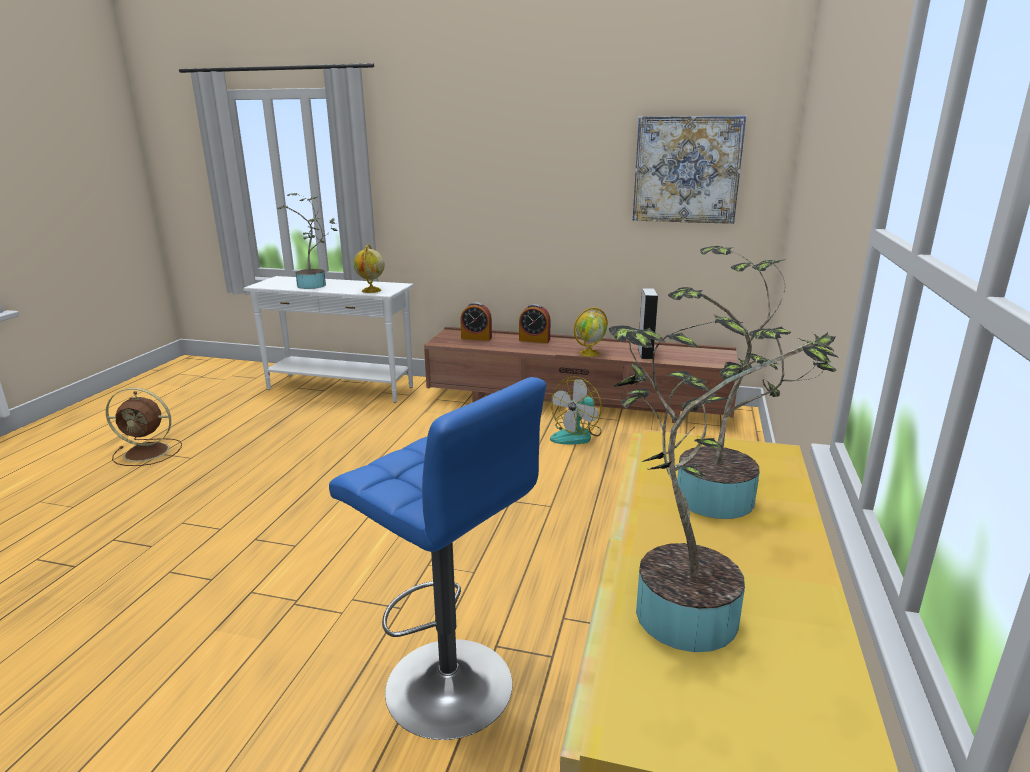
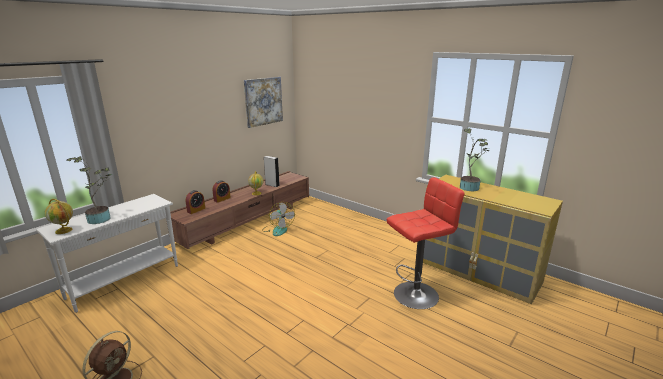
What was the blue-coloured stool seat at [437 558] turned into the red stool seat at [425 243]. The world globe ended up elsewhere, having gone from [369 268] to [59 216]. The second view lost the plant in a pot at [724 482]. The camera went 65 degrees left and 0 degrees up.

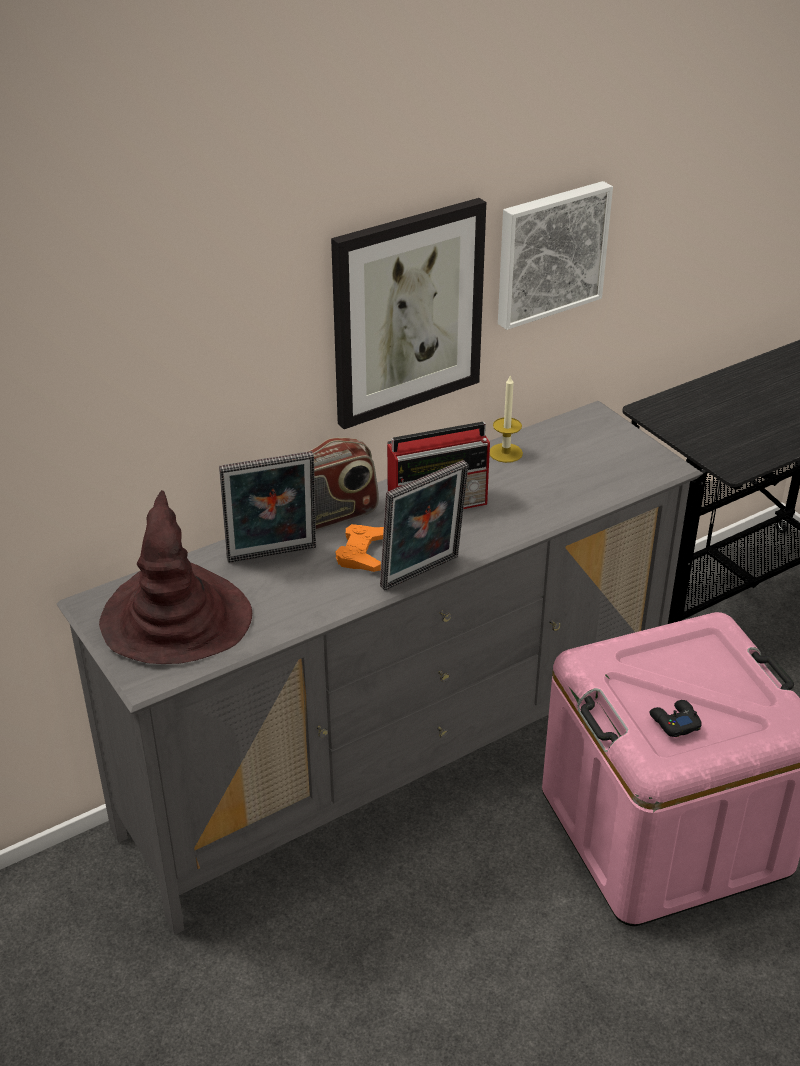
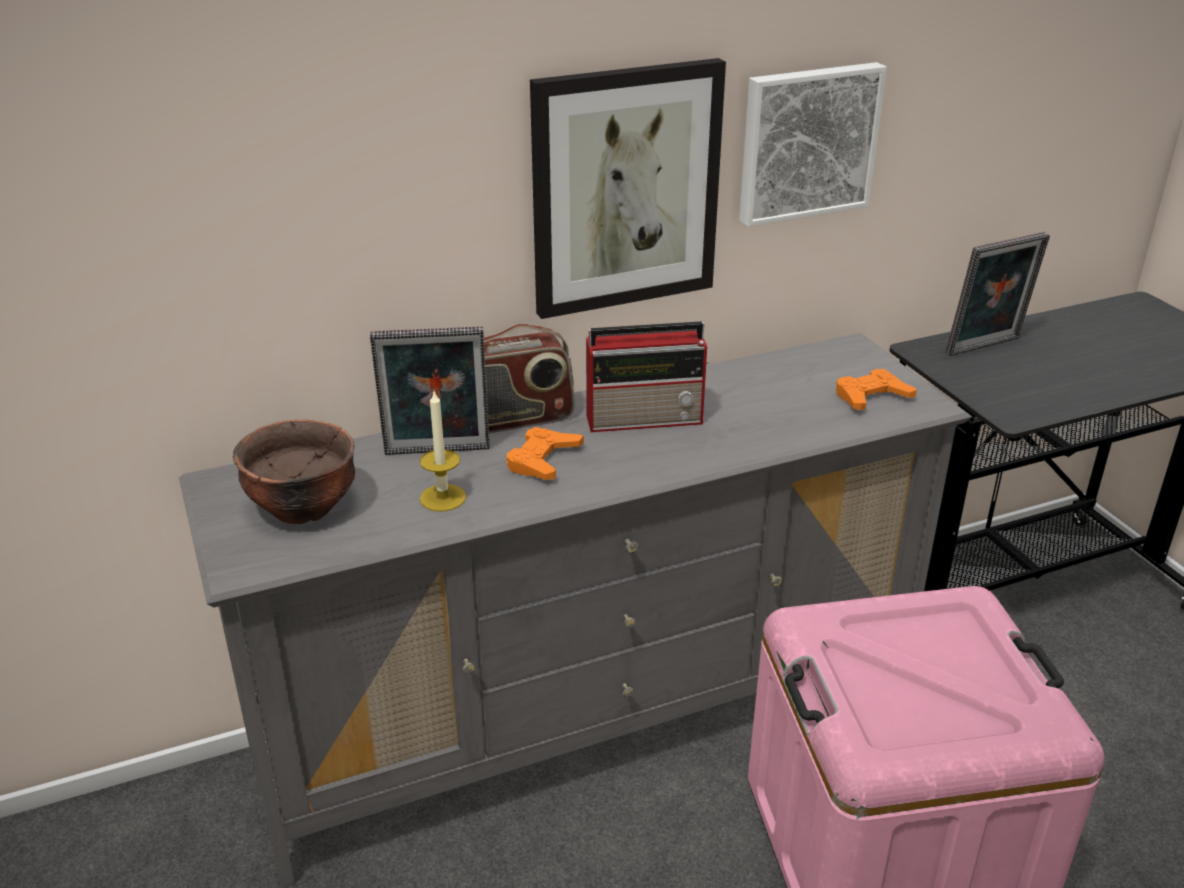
Where the brown clothing hat stood at [175 577], the brown serving bowl came to stand at [294 472]. The standing frame ended up elsewhere, having gone from [424 525] to [998 294]. The wax light ended up elsewhere, having gone from [506 418] to [443 451]. The second view lost the blackish game controller at [675 718]. The second view gained the orange-coloured game controller at [876 390]. The camera went 10 degrees right and 5 degrees down.

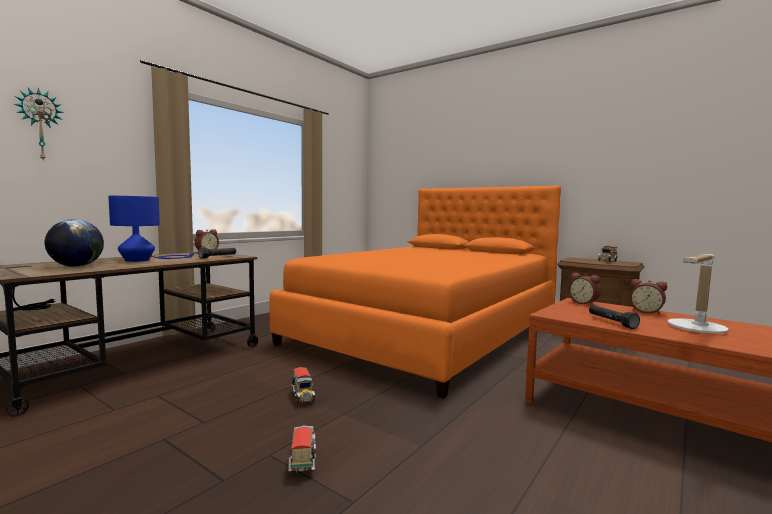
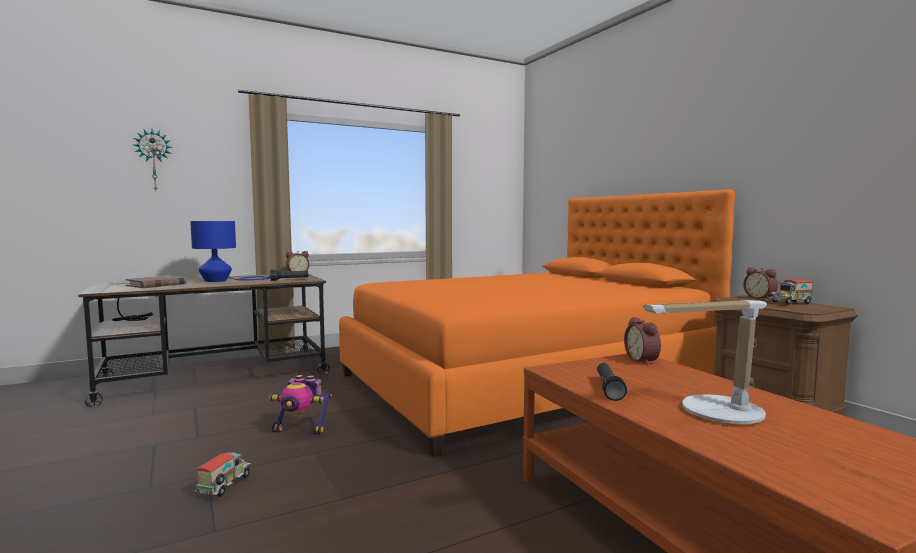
Where the world globe stood at [74 243], the brown book came to stand at [156 281]. Where the toy truck stood at [303 385], the robot figure came to stand at [300 405]. The alarm clock ended up elsewhere, having gone from [648 296] to [760 283]. The camera went 25 degrees right and 0 degrees up.

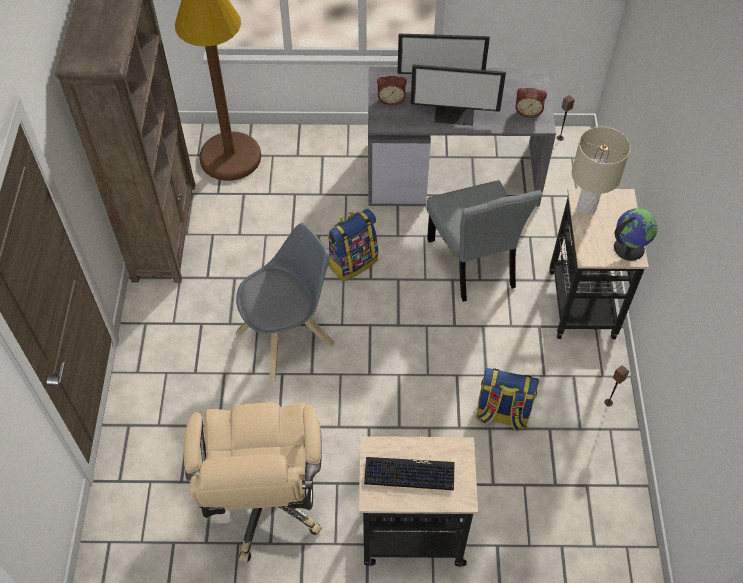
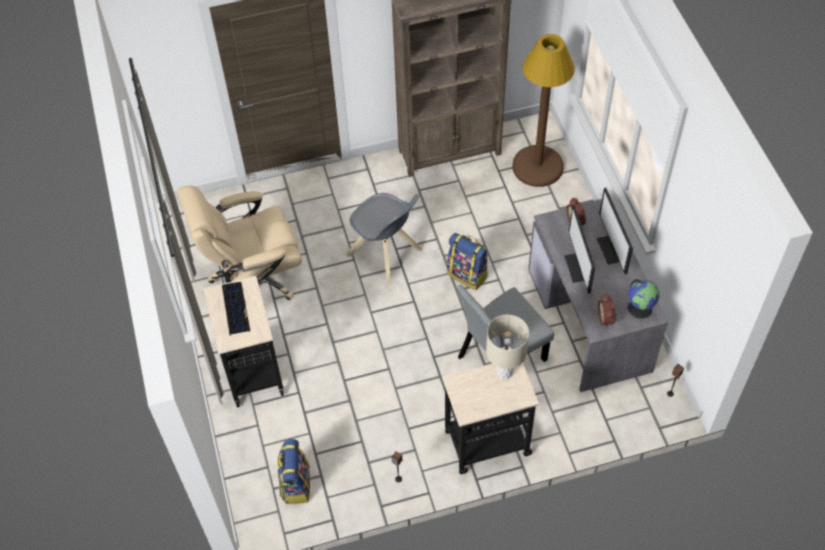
The backpack ended up elsewhere, having gone from [507 400] to [294 471]. The world globe ended up elsewhere, having gone from [636 234] to [644 299]. The camera went 75 degrees right and 0 degrees up.

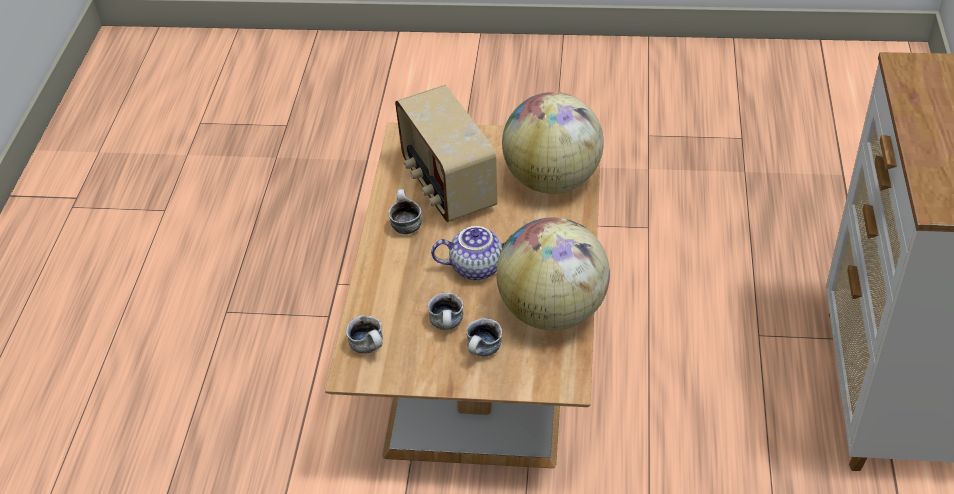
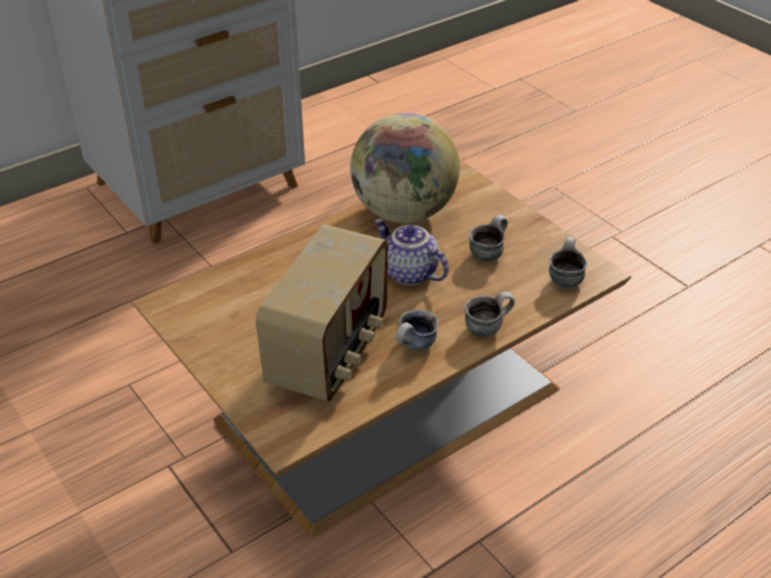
The tea mug ended up elsewhere, having gone from [484 337] to [489 314]. The second view lost the world globe at [553 143]. The camera went 135 degrees left and 5 degrees down.

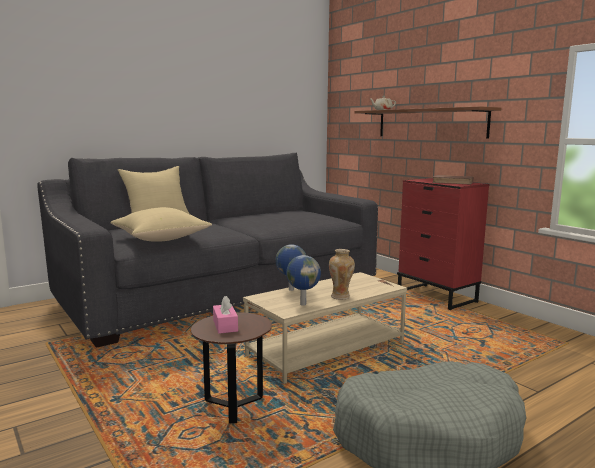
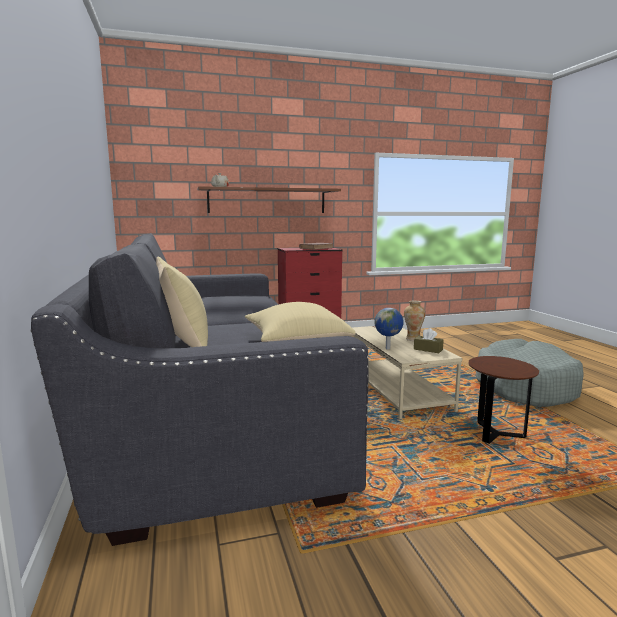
The second view lost the pink-coloured box of tissues at [225 315]. Where the world globe stood at [303 280], the brown box of tissues came to stand at [429 340]. The camera went 70 degrees left and 0 degrees up.

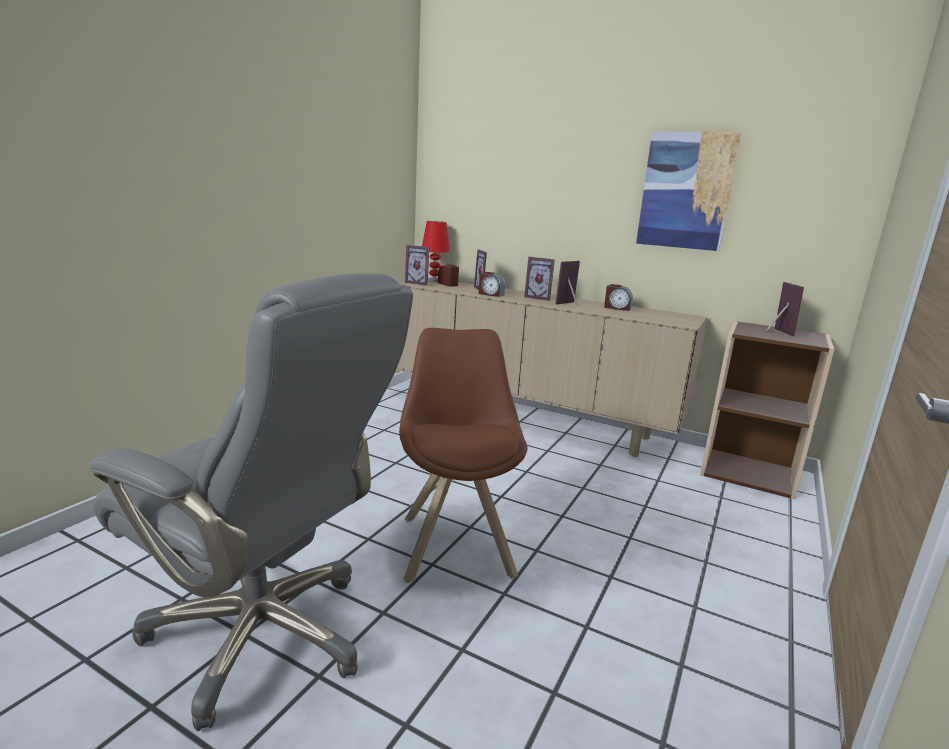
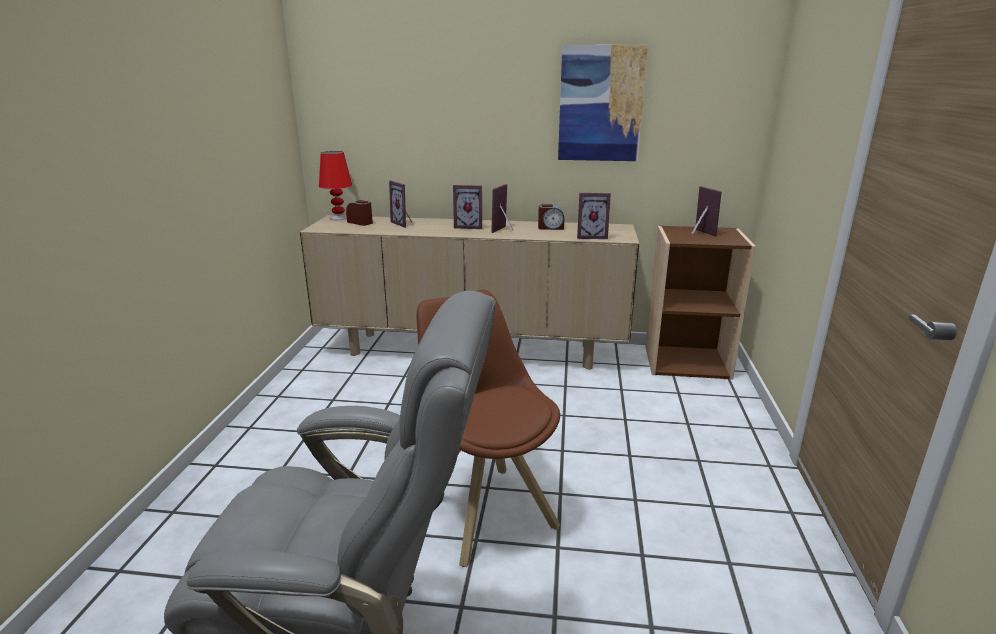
The standing frame ended up elsewhere, having gone from [417 265] to [594 216]. The second view lost the alarm clock at [492 284]. The camera went 20 degrees left and 5 degrees up.

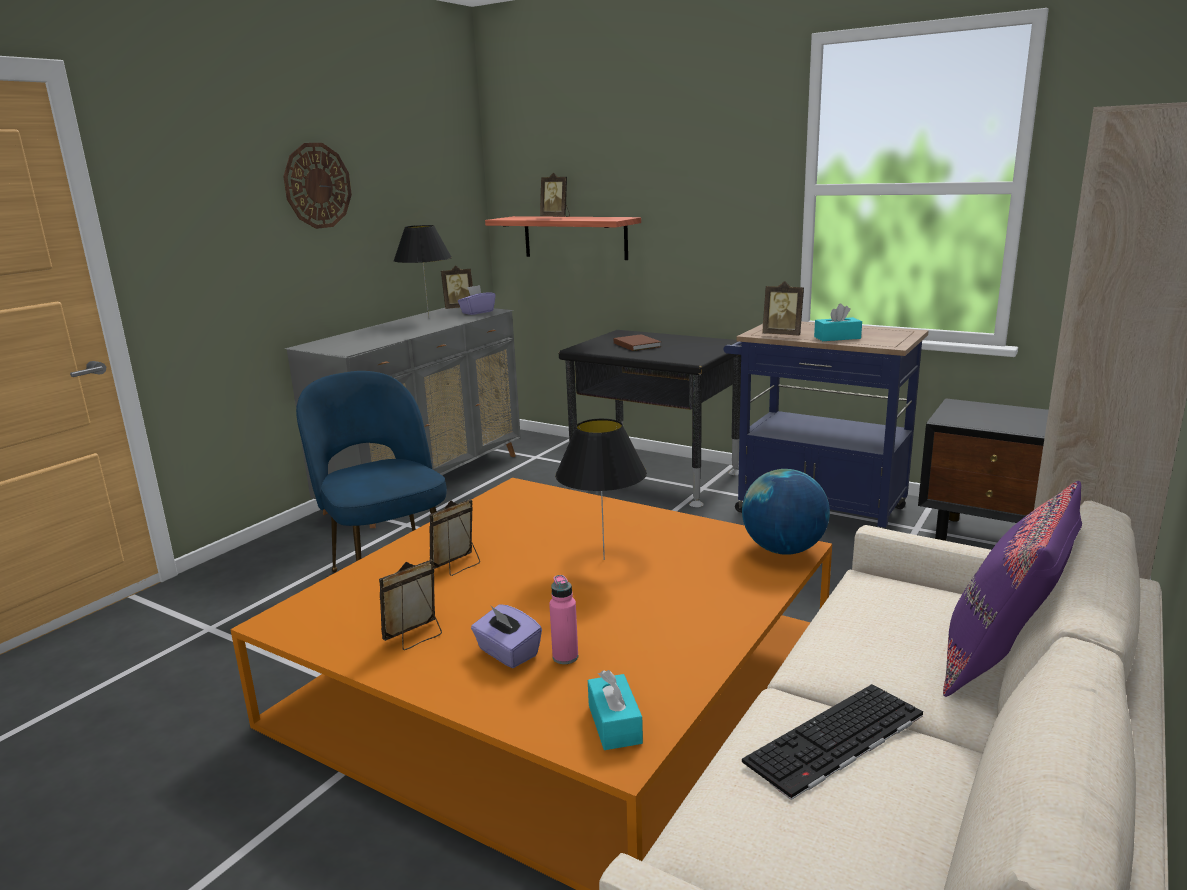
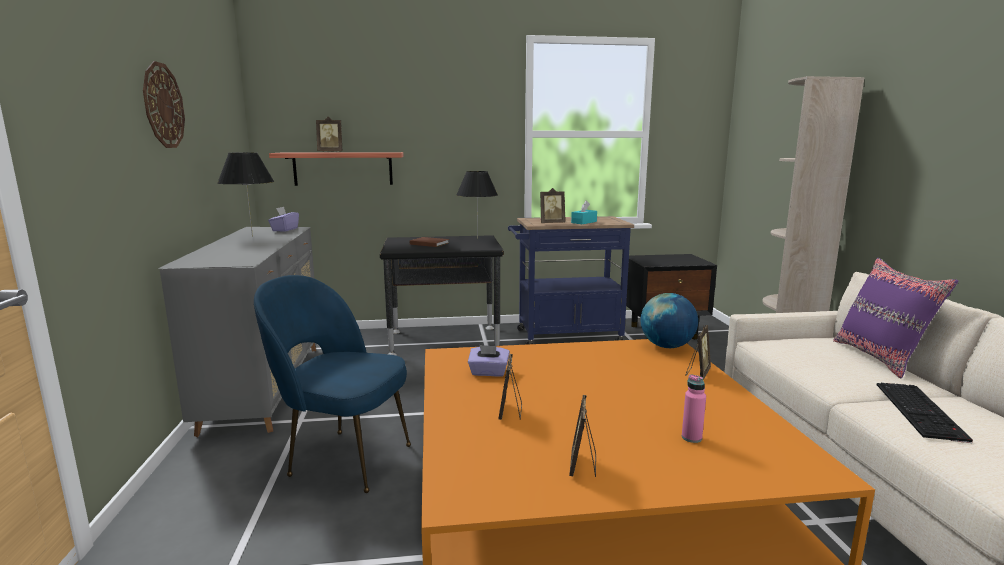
The standing frame ended up elsewhere, having gone from [457 287] to [698 352]. The purple box of tissues ended up elsewhere, having gone from [506 636] to [489 361]. The blackish table lamp ended up elsewhere, having gone from [601 489] to [477 205]. The second view lost the turquoise-coloured box of tissues at [615 710]. The camera went 40 degrees left and 5 degrees down.

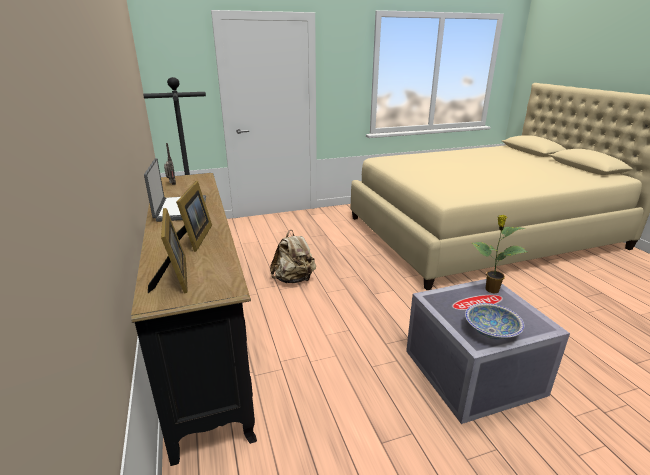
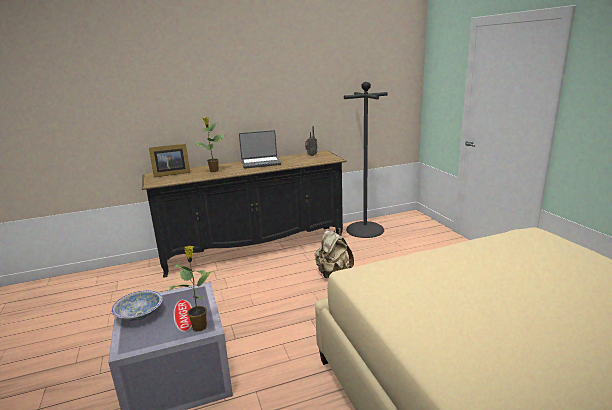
Where the standing frame stood at [194 216], the plant in a pot came to stand at [209 144]. The camera went 90 degrees right and 5 degrees down.

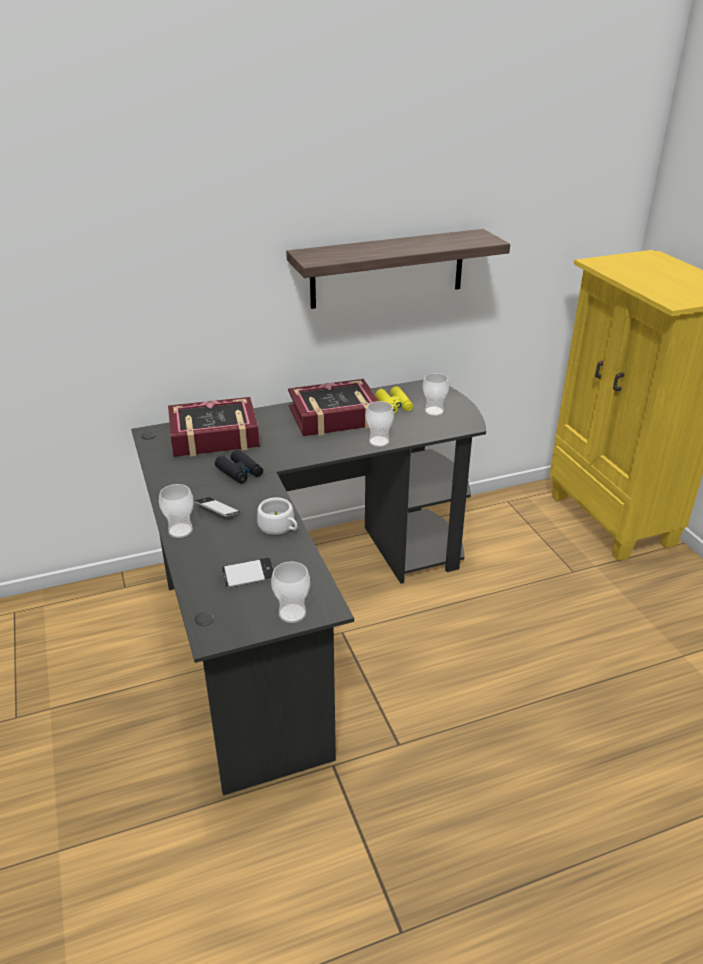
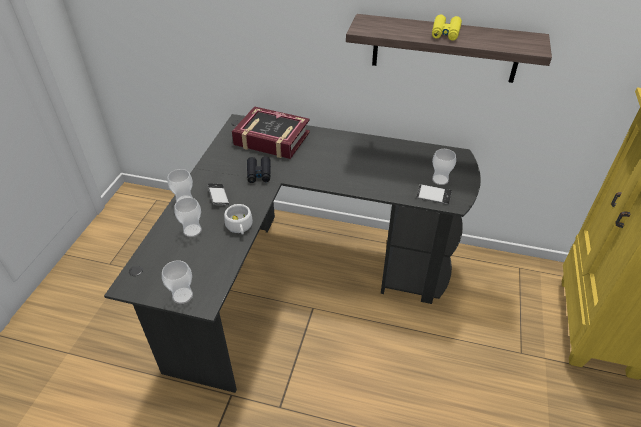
The telephone ended up elsewhere, having gone from [247 573] to [434 194]. The second view lost the book at [333 407]. The small cup ended up elsewhere, having gone from [380 424] to [188 217]. The yellowish binoculars ended up elsewhere, having gone from [394 399] to [447 27]. The camera went 35 degrees right and 10 degrees up.

